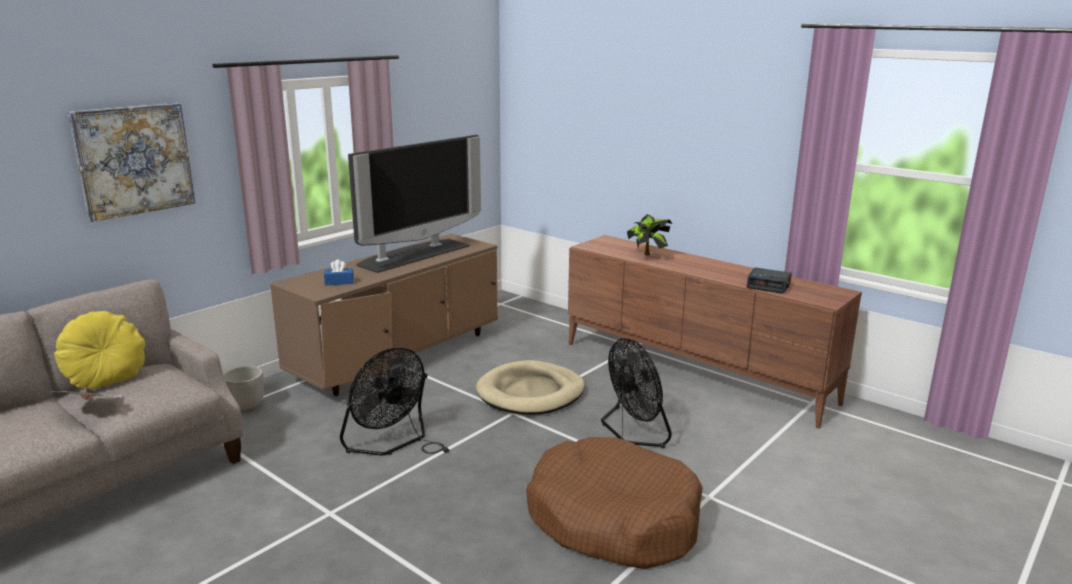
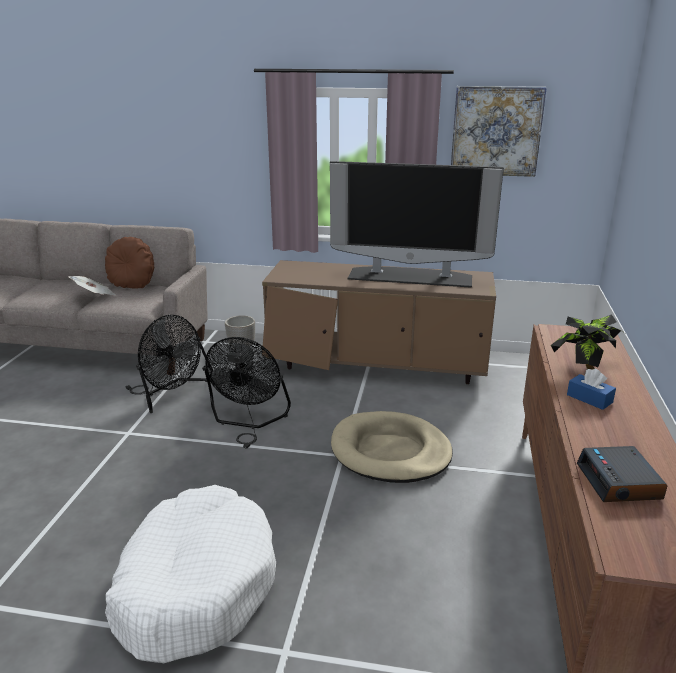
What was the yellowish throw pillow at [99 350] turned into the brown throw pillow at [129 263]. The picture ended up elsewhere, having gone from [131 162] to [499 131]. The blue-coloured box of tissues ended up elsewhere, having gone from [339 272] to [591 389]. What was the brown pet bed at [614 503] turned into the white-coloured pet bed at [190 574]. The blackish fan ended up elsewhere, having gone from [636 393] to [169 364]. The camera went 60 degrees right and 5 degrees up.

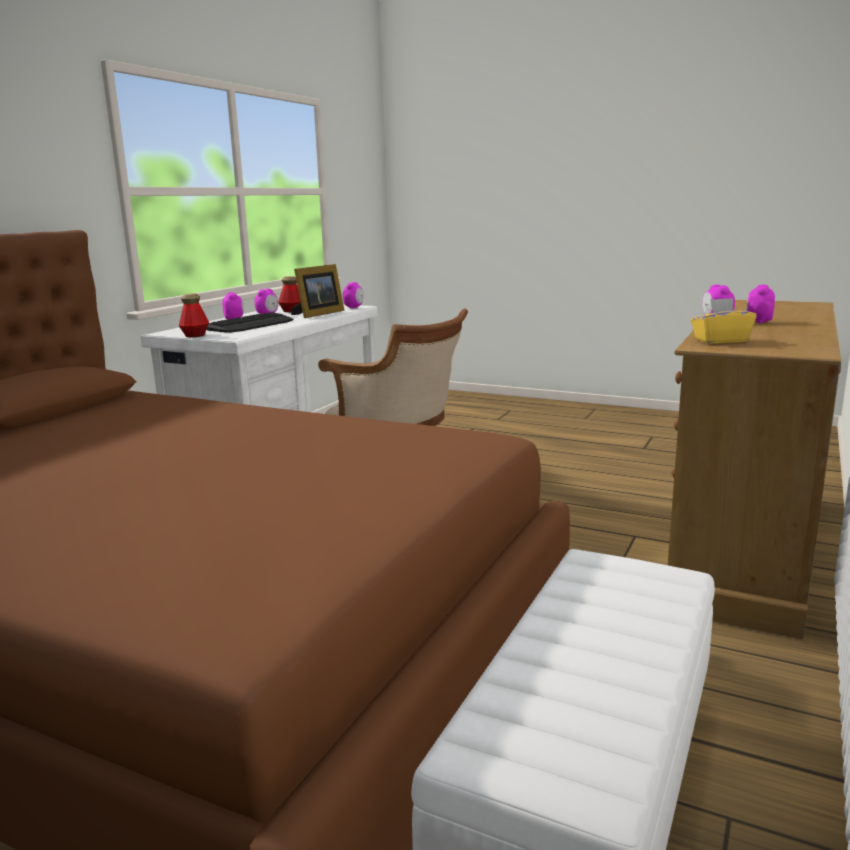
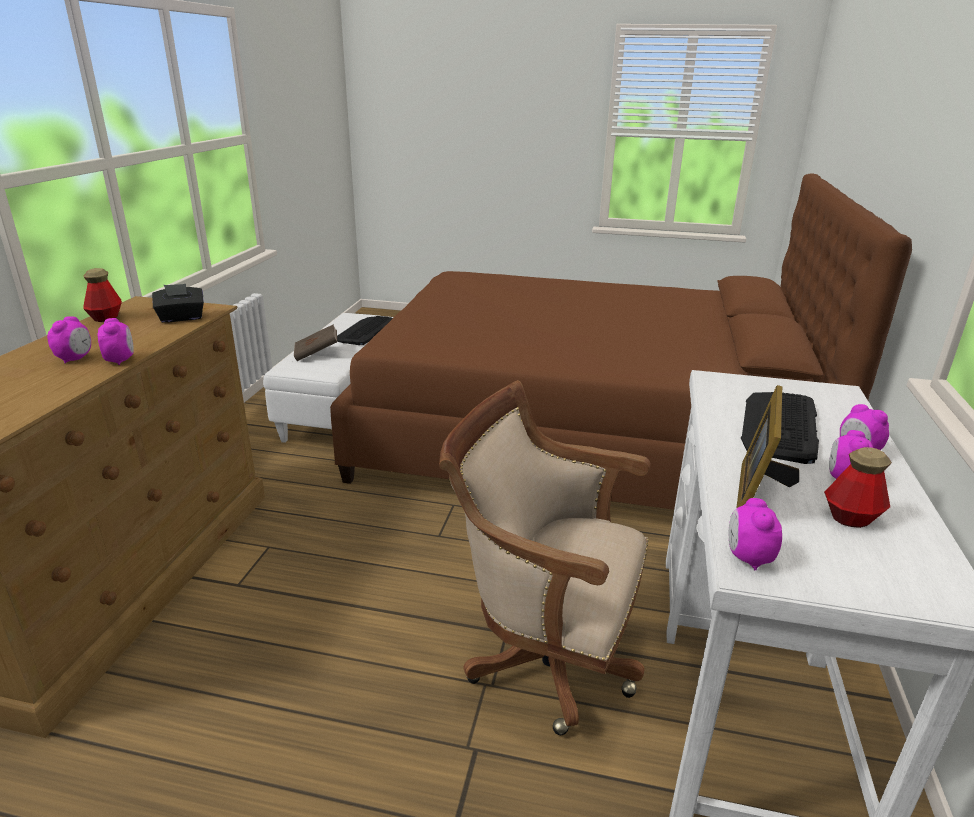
The beverage bottle ended up elsewhere, having gone from [194 315] to [102 295]. What was the yellowish box of tissues at [724 321] turned into the blackish box of tissues at [178 303]. The second view gained the brown book at [315 342]. The second view gained the computer keyboard at [365 330]. The camera went 165 degrees right and 10 degrees up.

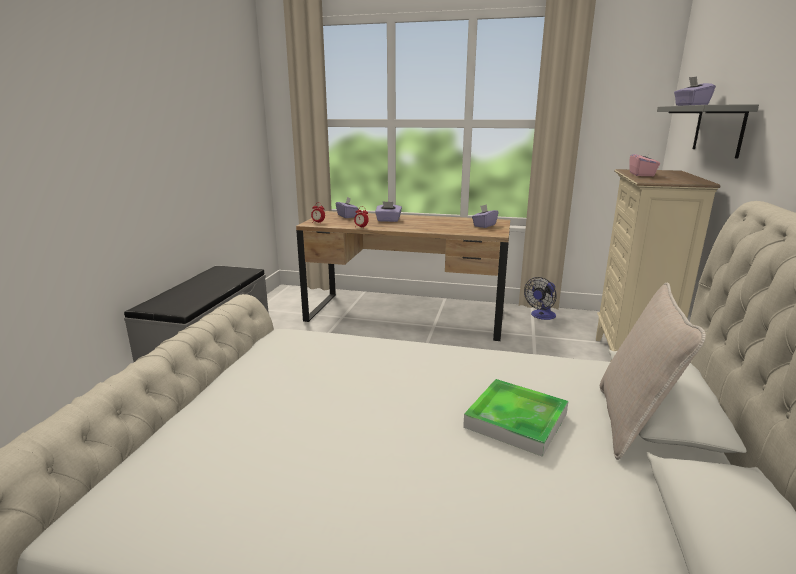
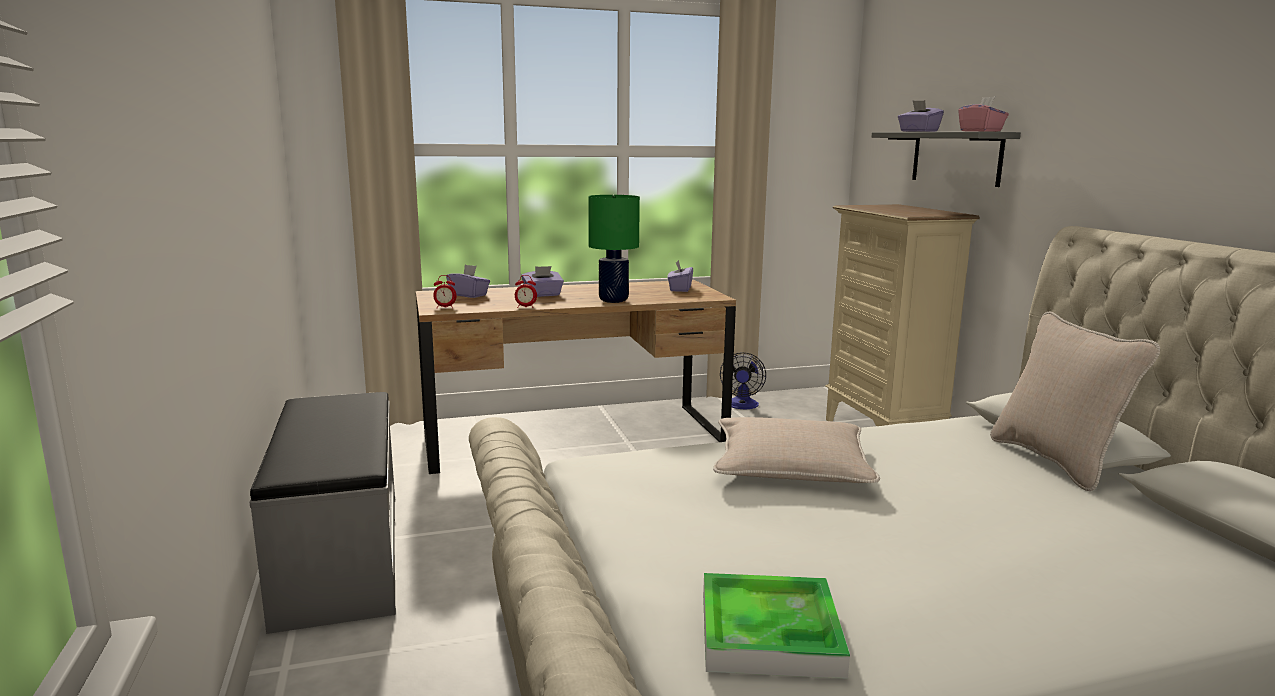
The tray ended up elsewhere, having gone from [515 418] to [776 626]. The pink-coloured box of tissues ended up elsewhere, having gone from [644 162] to [983 114]. The second view gained the green-coloured table lamp at [614 249]. The second view gained the beige-coloured throw pillow at [796 450]. The camera went 30 degrees left and 5 degrees down.

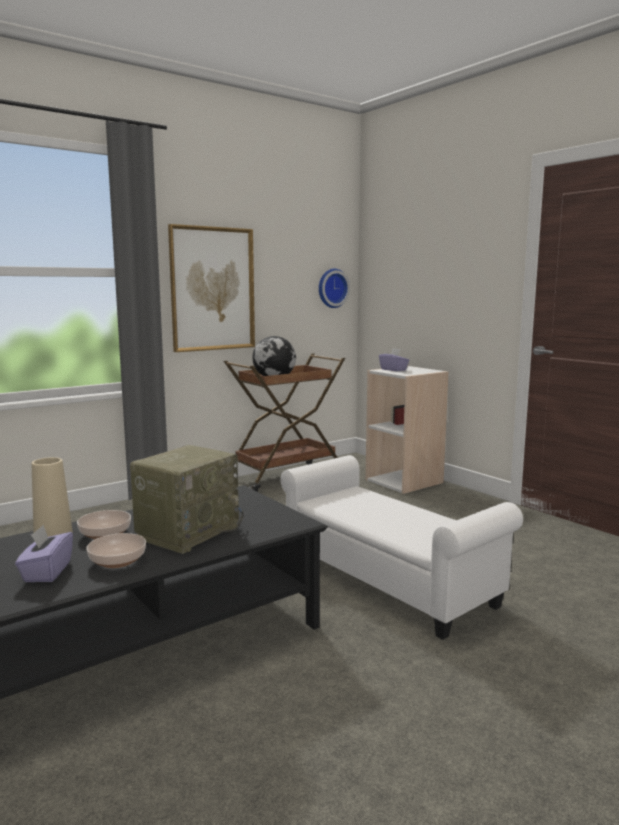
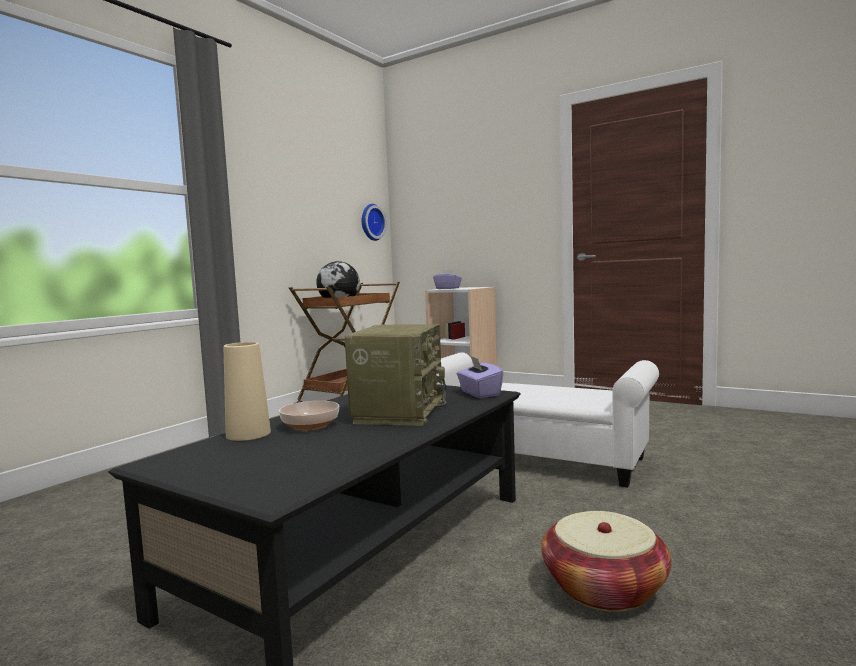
The purple box of tissues ended up elsewhere, having gone from [44 553] to [480 377]. The second view lost the serving bowl at [116 550]. The second view lost the picture at [211 288]. The second view gained the basket at [606 561]. The camera went 20 degrees left and 5 degrees down.

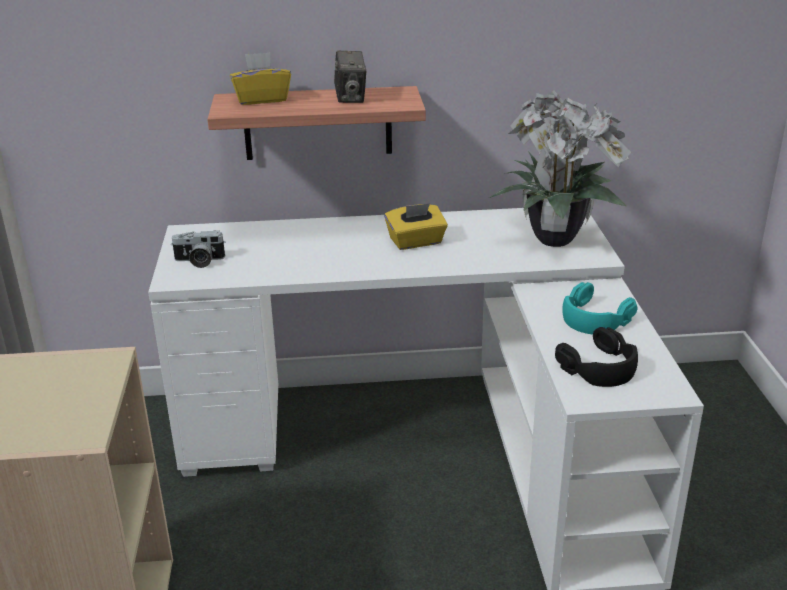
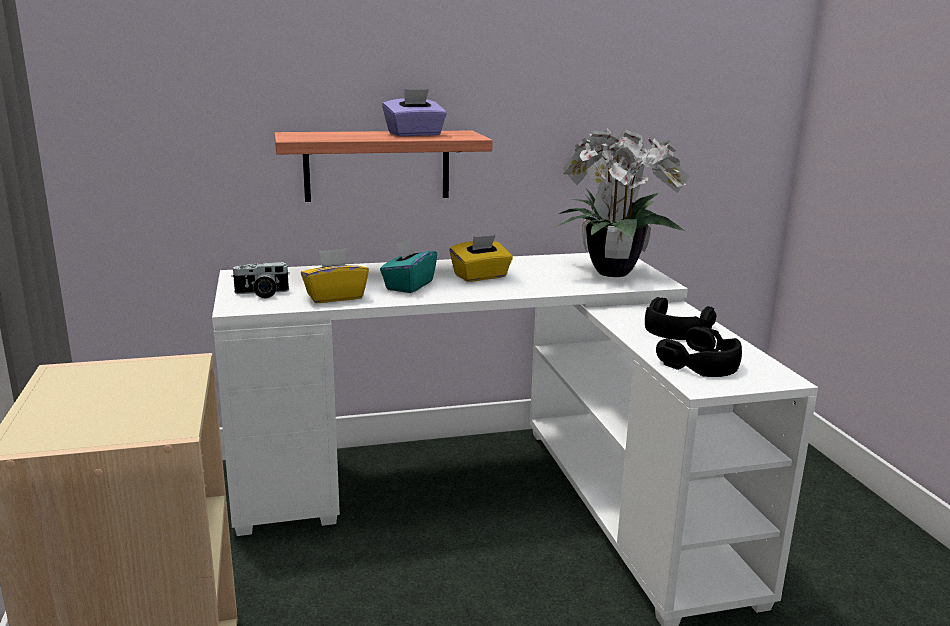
The yellowish box of tissues ended up elsewhere, having gone from [260 78] to [335 276]. Where the photo camera stood at [350 76], the purple box of tissues came to stand at [414 112]. What was the turquoise-coloured headphones at [600 308] turned into the blackish headphones at [680 318]. The second view gained the turquoise-coloured box of tissues at [408 266]. The camera went 10 degrees left and 10 degrees down.

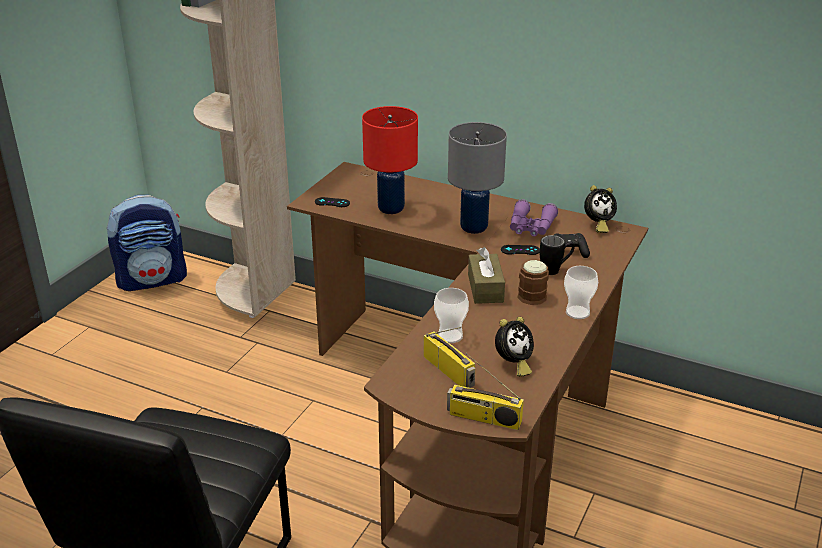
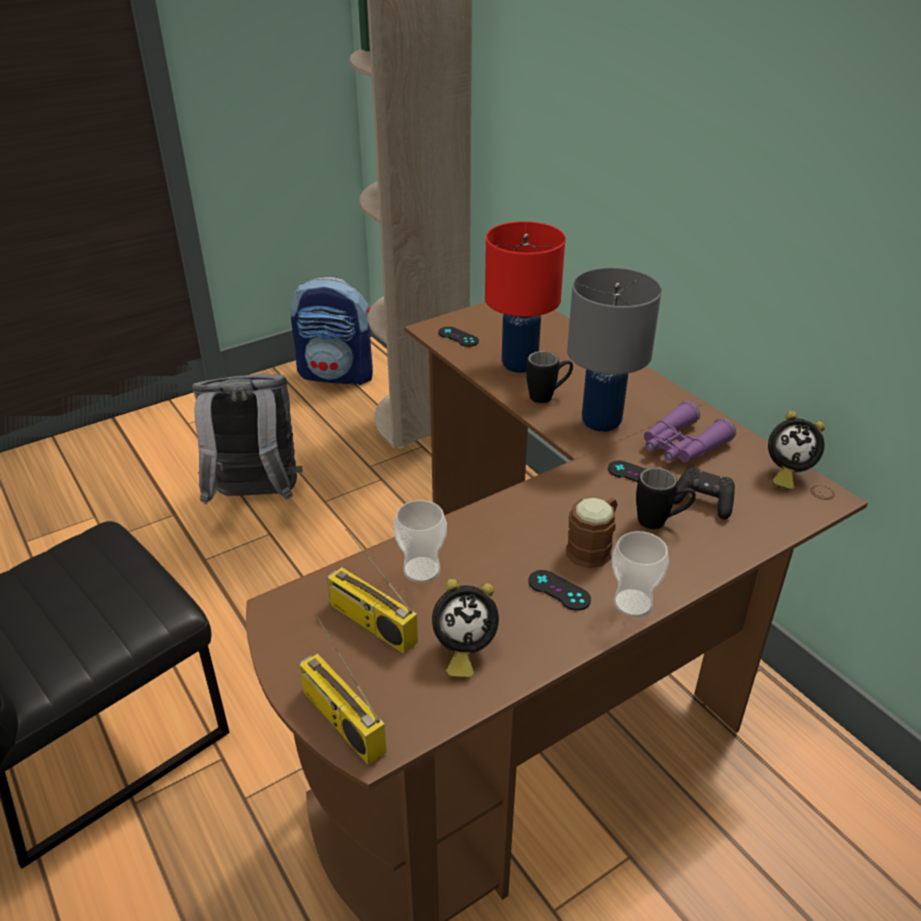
The radio at [449 357] ended up facing another way, 135 degrees clockwise from before. The second view lost the brown box of tissues at [486 275]. The second view gained the greyish backpack at [247 438]. The second view gained the blackish tea mug at [549 377]. The second view gained the blackish game controller at [559 590]. The camera went 30 degrees right and 5 degrees up.

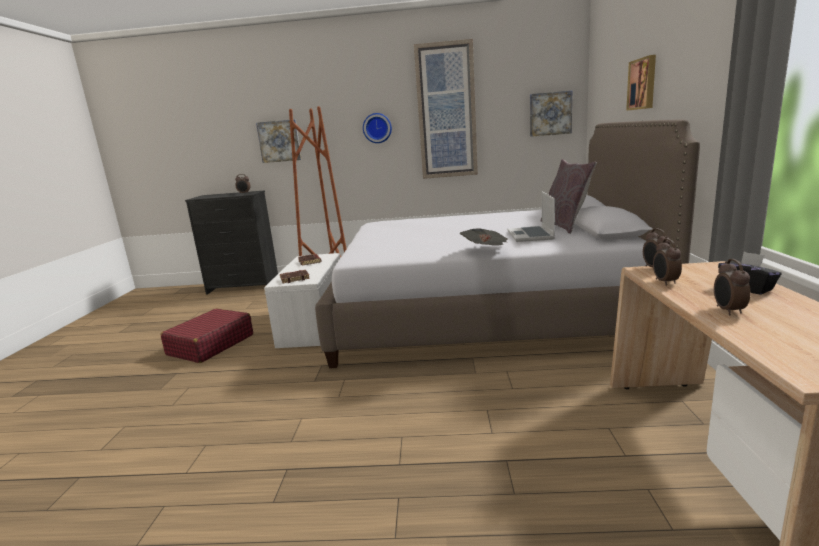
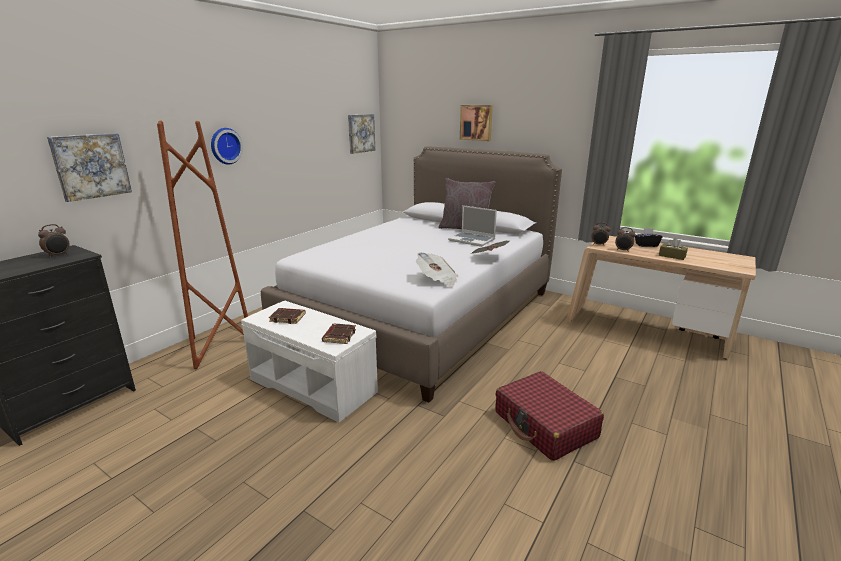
The red travel case ended up elsewhere, having gone from [207 335] to [549 416]. The second view lost the picture at [446 109]. Where the alarm clock stood at [732 287], the brown box of tissues came to stand at [673 249]. The second view gained the newspaper at [437 269]. The camera went 60 degrees left and 5 degrees up.

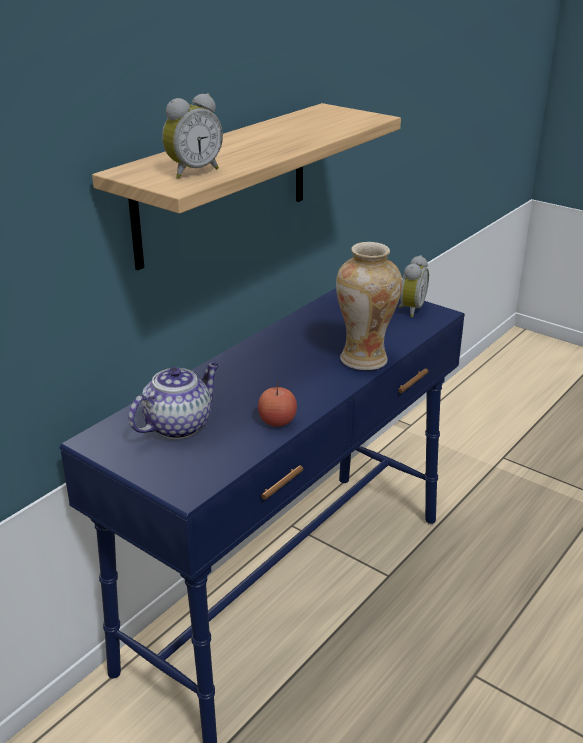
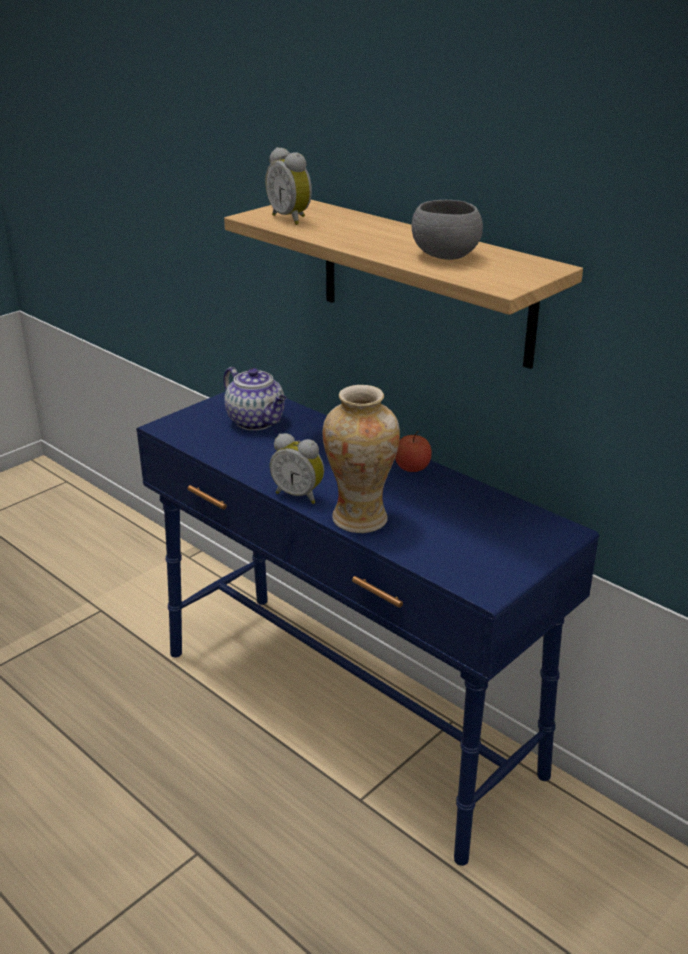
The apple ended up elsewhere, having gone from [277 404] to [413 451]. The alarm clock ended up elsewhere, having gone from [414 286] to [297 468]. The second view gained the greyish serving bowl at [447 230]. The camera went 95 degrees right and 0 degrees up.

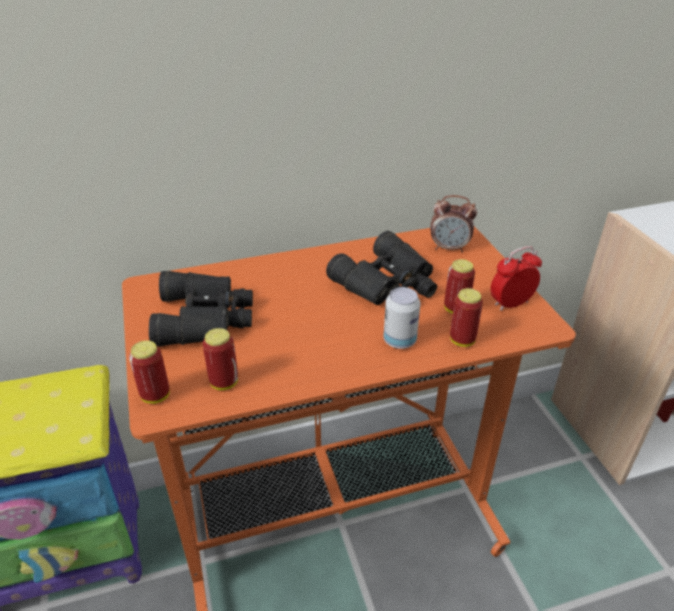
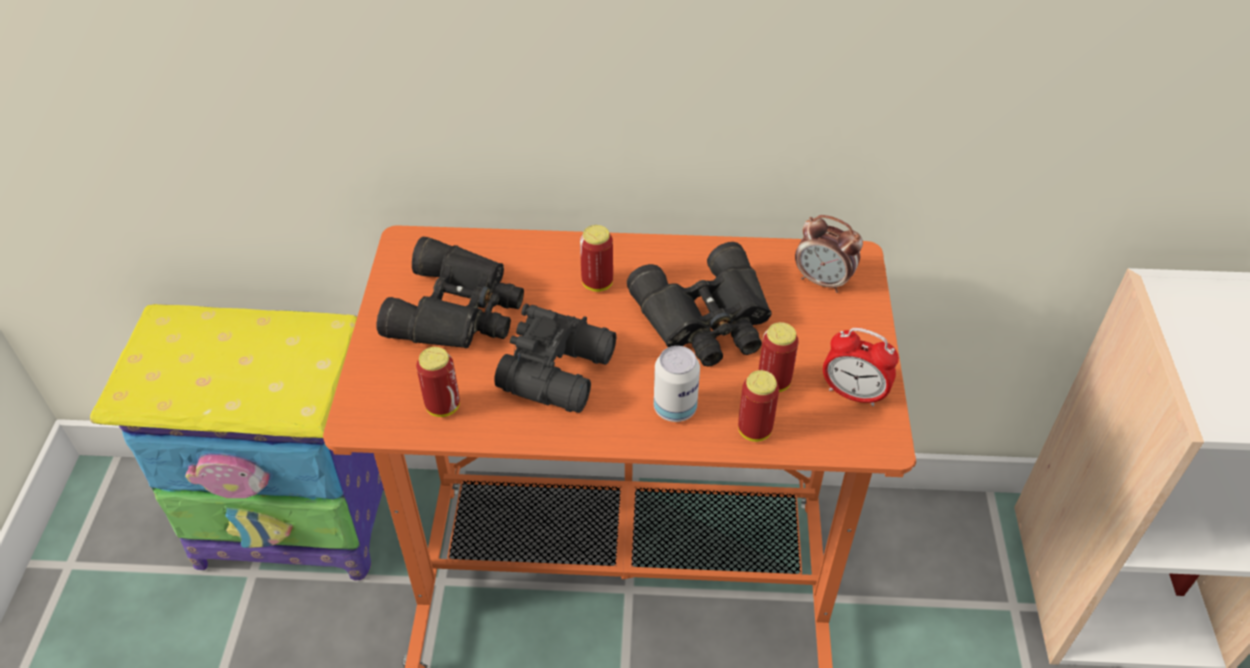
The sealed can ended up elsewhere, having gone from [149 372] to [596 258]. The alarm clock at [516 278] ended up facing another way, 150 degrees counterclockwise from before. The second view gained the blackish binoculars at [555 358]. The camera went 20 degrees right and 10 degrees up.

